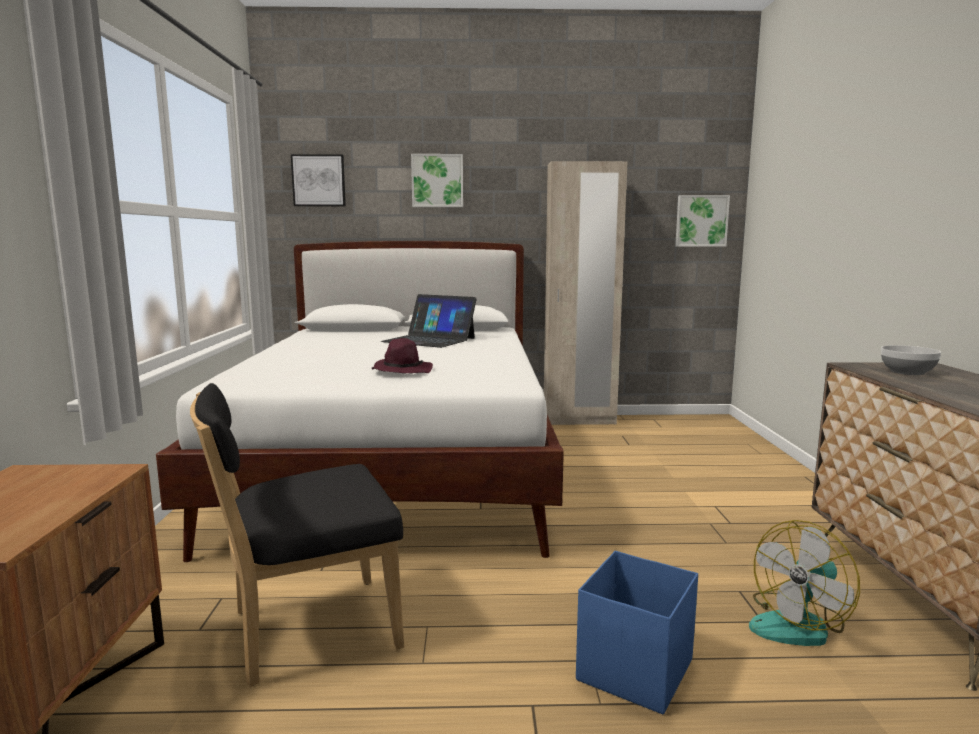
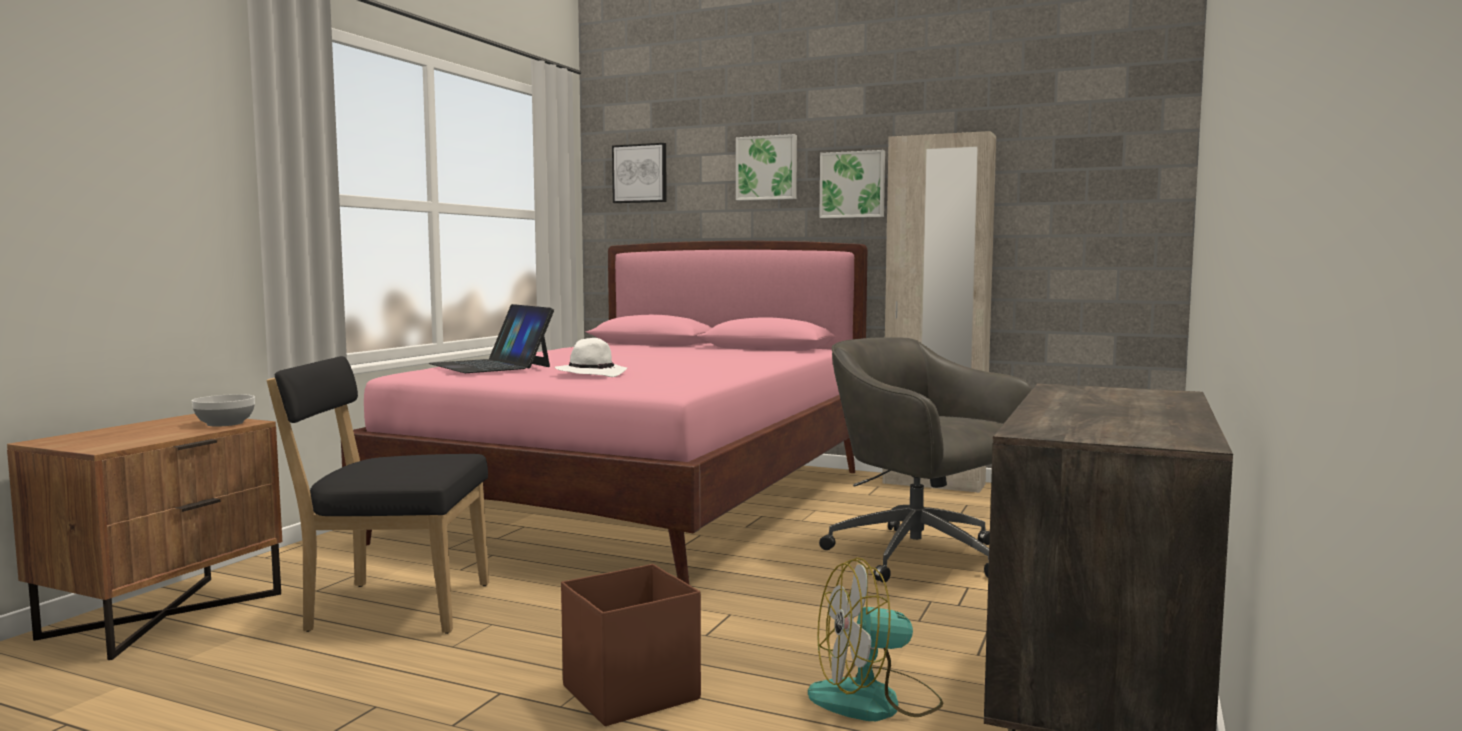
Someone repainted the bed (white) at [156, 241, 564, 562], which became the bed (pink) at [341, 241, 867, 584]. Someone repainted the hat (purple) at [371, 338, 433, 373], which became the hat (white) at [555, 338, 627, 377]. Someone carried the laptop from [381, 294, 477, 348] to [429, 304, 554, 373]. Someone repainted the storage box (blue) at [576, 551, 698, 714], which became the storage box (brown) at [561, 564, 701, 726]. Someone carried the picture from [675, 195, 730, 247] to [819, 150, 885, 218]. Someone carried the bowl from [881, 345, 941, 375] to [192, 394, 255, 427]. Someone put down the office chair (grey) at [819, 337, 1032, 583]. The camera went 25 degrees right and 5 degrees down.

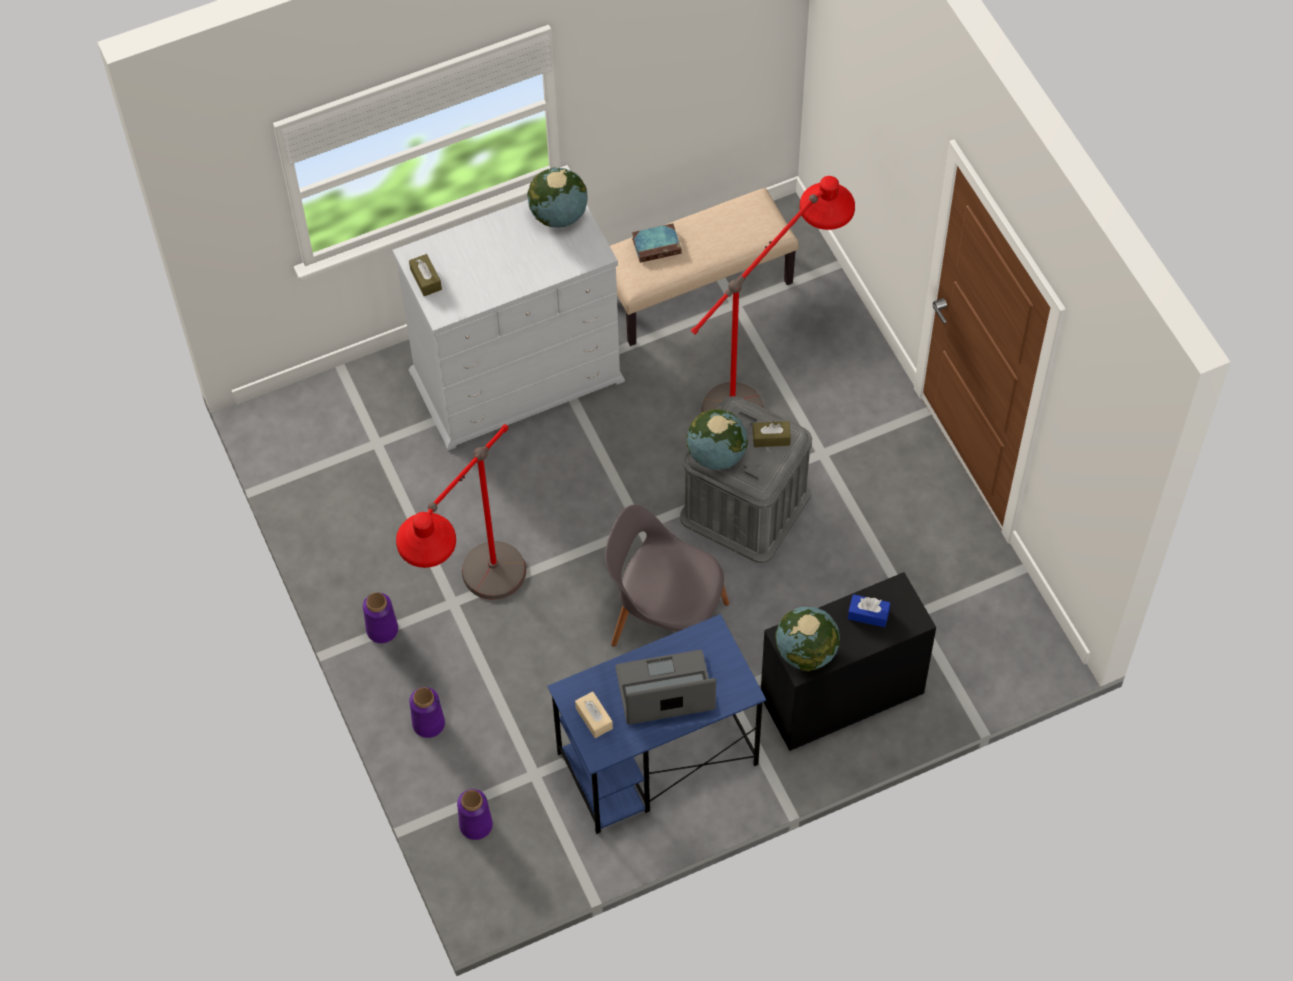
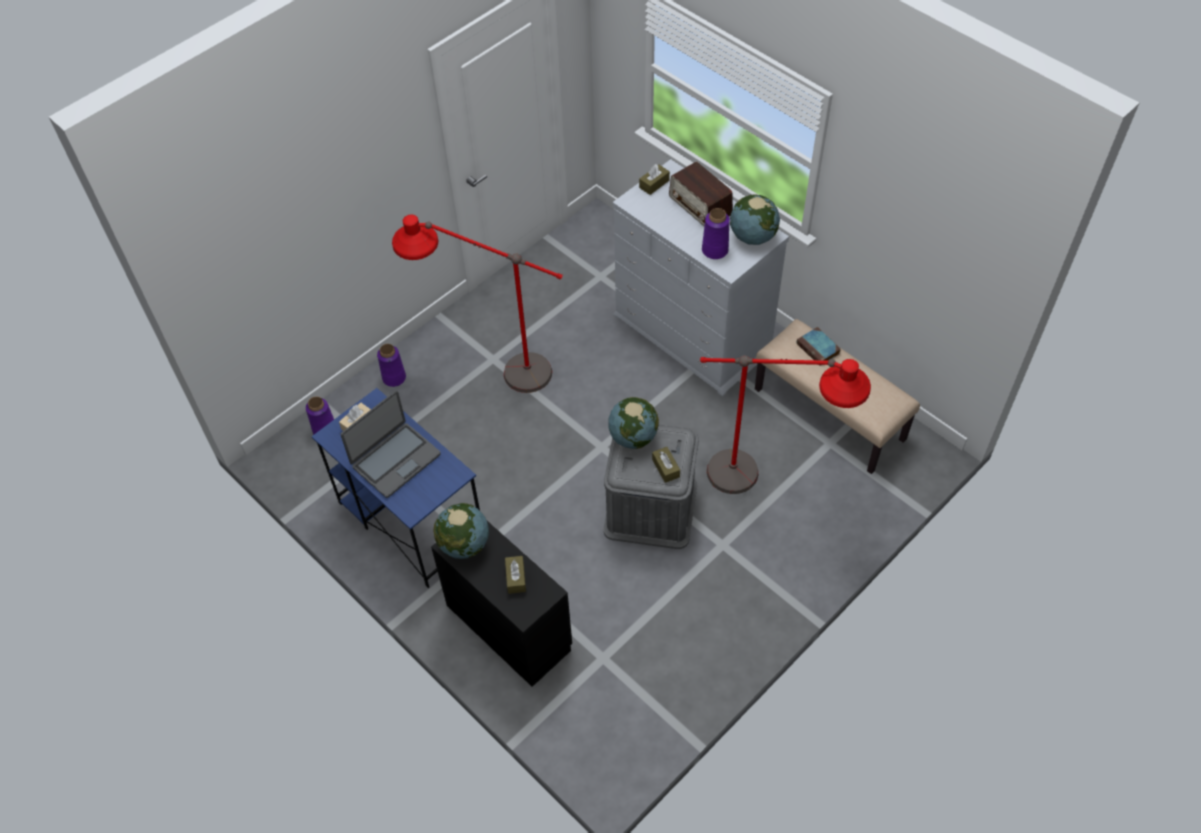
Someone carried the vase (purple) from [363, 592, 398, 643] to [702, 208, 730, 259]. Someone took away the chair (grey) at [605, 505, 729, 647]. Someone rotated the laptop at [615, 650, 716, 724] by 75 degrees clockwise. Someone repainted the tissue box (blue) at [848, 594, 890, 627], which became the tissue box (brown) at [505, 556, 526, 594]. Someone put down the radio at [669, 161, 733, 226]. The camera went 70 degrees right and 5 degrees down.

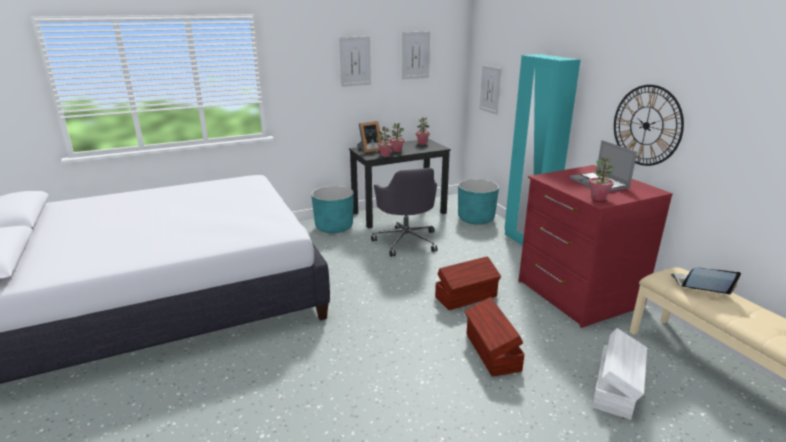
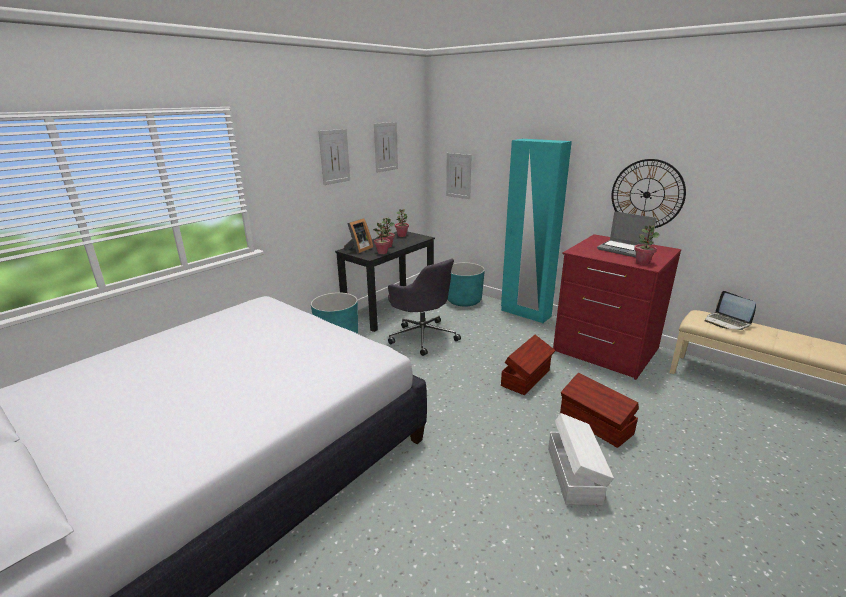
Someone carried the storage box (white) from [592, 328, 647, 420] to [548, 413, 614, 505]. Someone rotated the laptop at [671, 268, 741, 295] by 105 degrees counterclockwise. The camera went 25 degrees left and 0 degrees up.

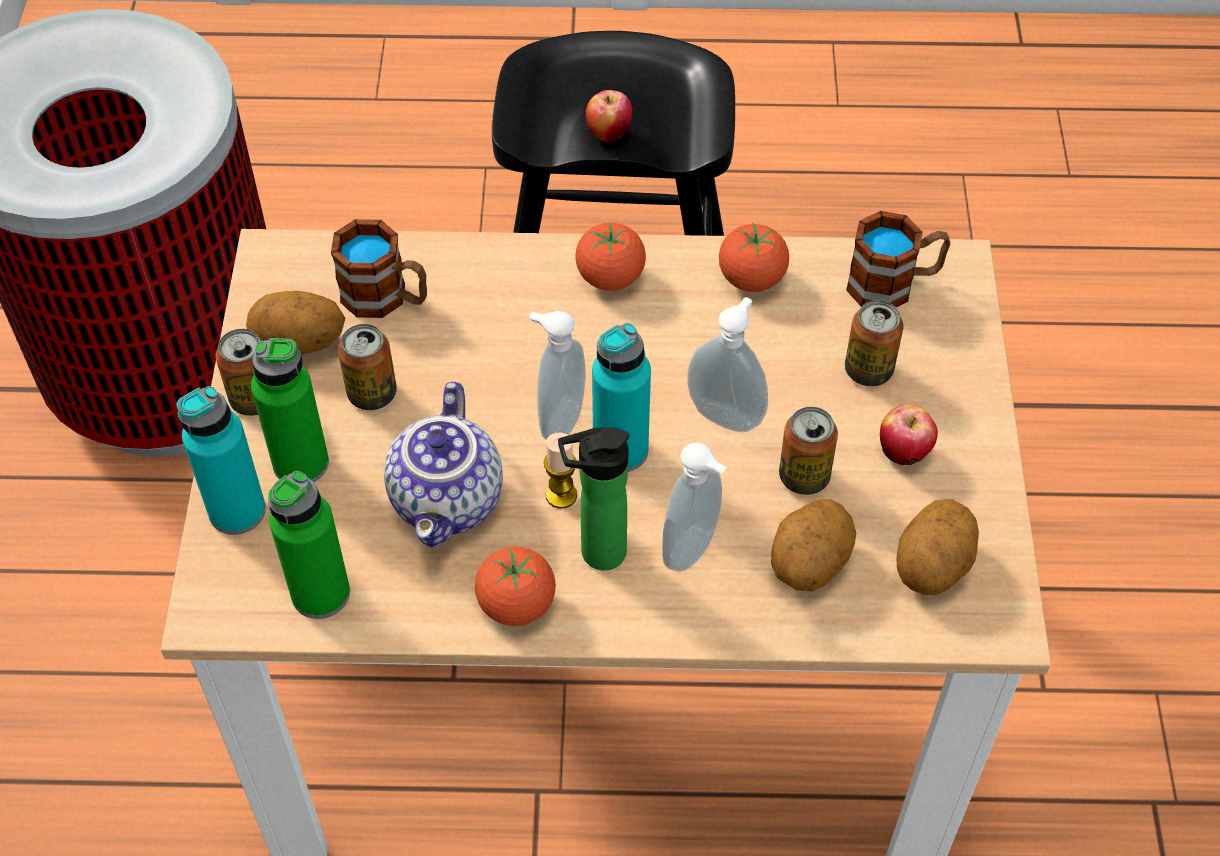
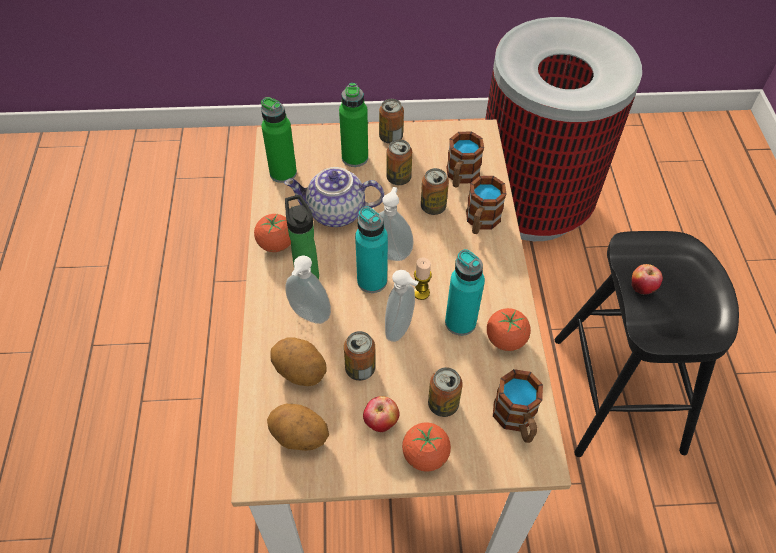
Someone carried the bottle (turquoise) from [177, 386, 266, 535] to [445, 249, 485, 336]. Someone took away the potato at [246, 291, 345, 355]. Someone carried the candle from [544, 432, 577, 509] to [414, 257, 432, 300]. Someone carried the tomato from [575, 223, 646, 291] to [402, 423, 451, 472]. Someone put down the can at [421, 168, 449, 215]. Someone put down the mug at [466, 176, 506, 234]. The camera went 85 degrees right and 0 degrees up.

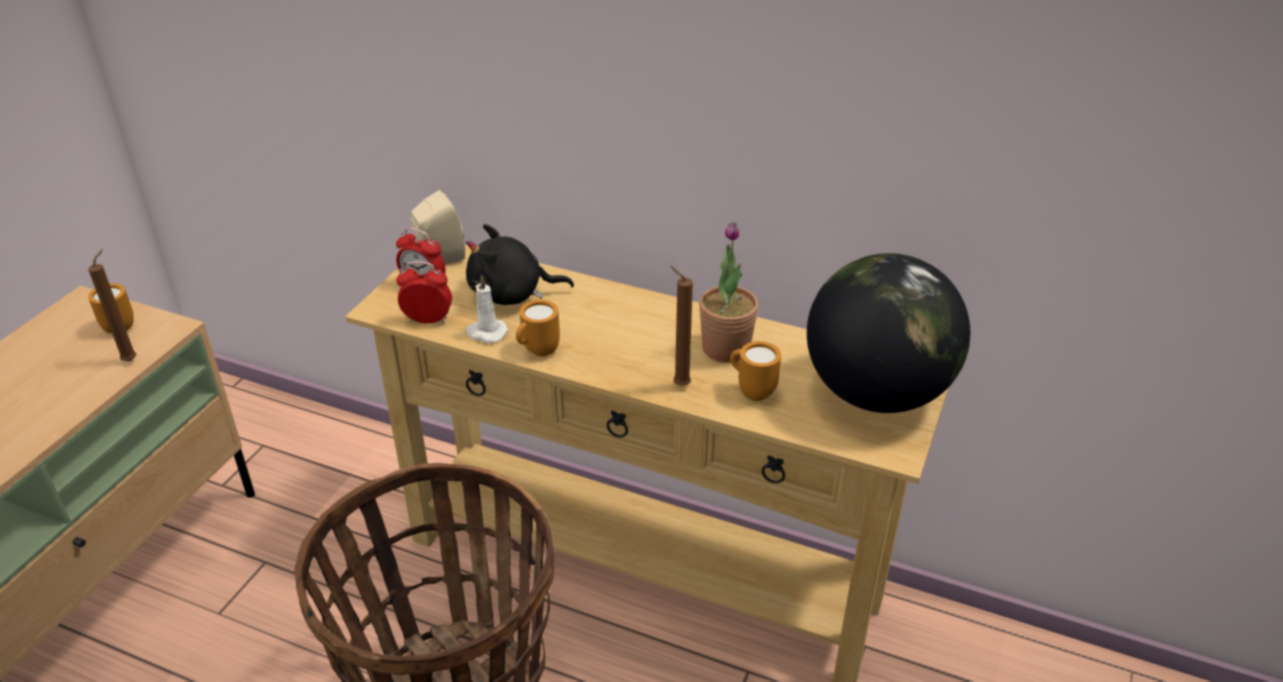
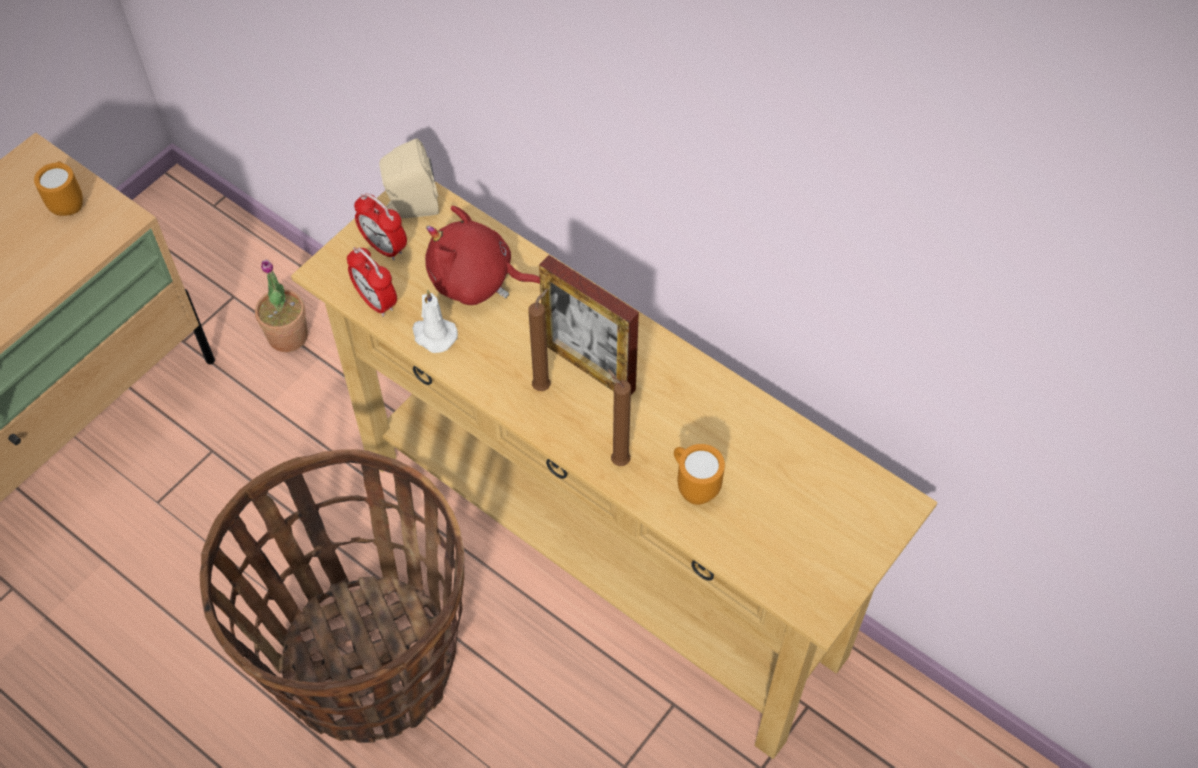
Someone carried the candle (brown) from [88, 249, 136, 361] to [528, 289, 551, 391]. Someone rotated the alarm clock at [396, 261, 452, 324] by 150 degrees counterclockwise. Someone repainted the plush toy (black) at [466, 224, 574, 305], which became the plush toy (red) at [425, 206, 540, 305]. Someone took away the mug (orange) at [516, 300, 560, 356]. Someone carried the potted plant from [699, 222, 759, 363] to [255, 260, 308, 352]. Someone took away the globe at [807, 253, 970, 413]. Someone put down the picture frame at [539, 255, 639, 395]. The camera went 15 degrees right and 20 degrees up.

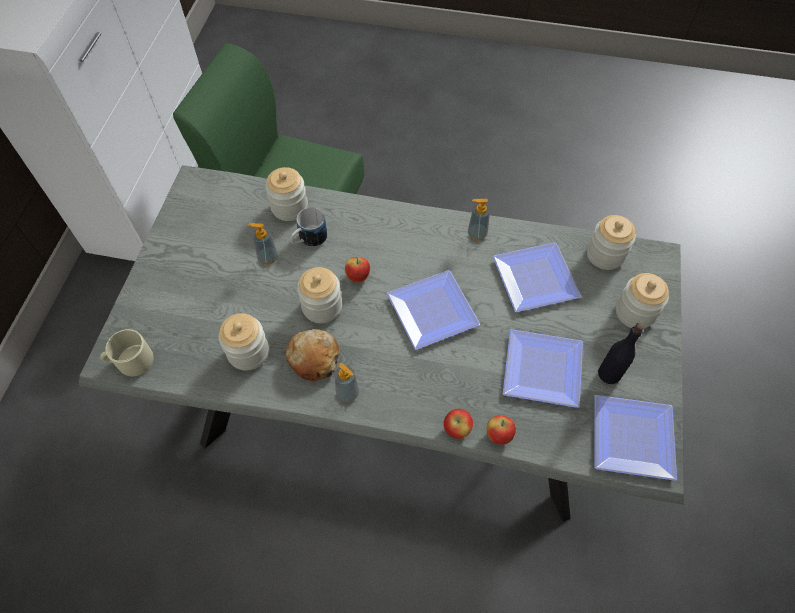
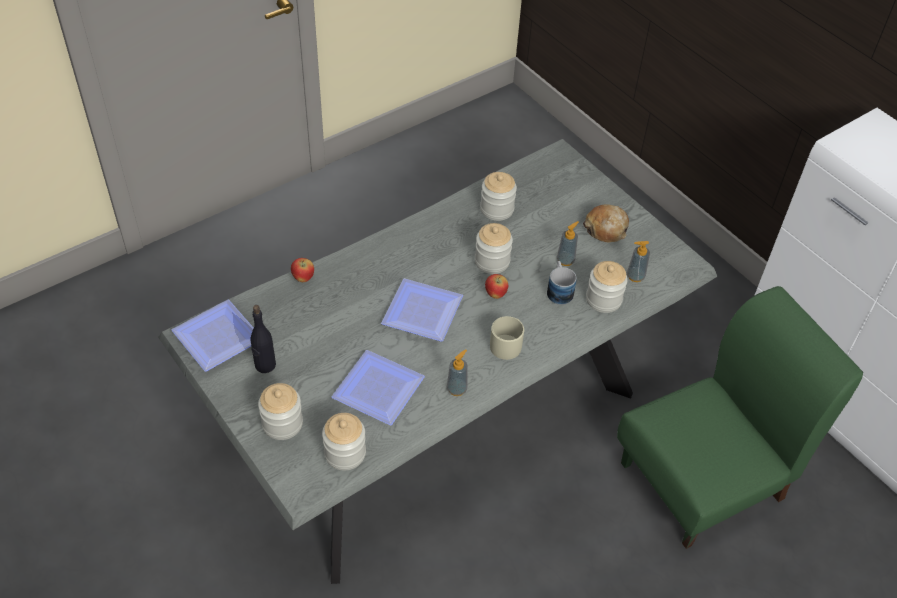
Someone carried the mug (beige) from [100, 329, 154, 376] to [490, 316, 524, 360]. Someone carried the bread from [285, 329, 340, 381] to [583, 204, 629, 243]. Someone carried the soap dispenser from [334, 363, 359, 402] to [627, 241, 650, 282]. Someone took away the apple at [443, 409, 473, 439]. Someone took away the plate at [503, 329, 583, 408]. The camera went 130 degrees right and 10 degrees down.

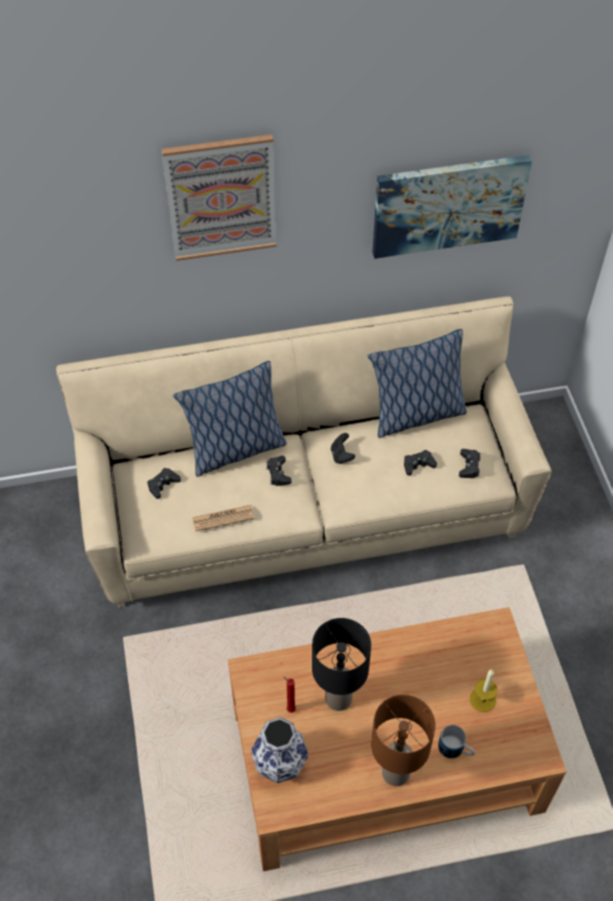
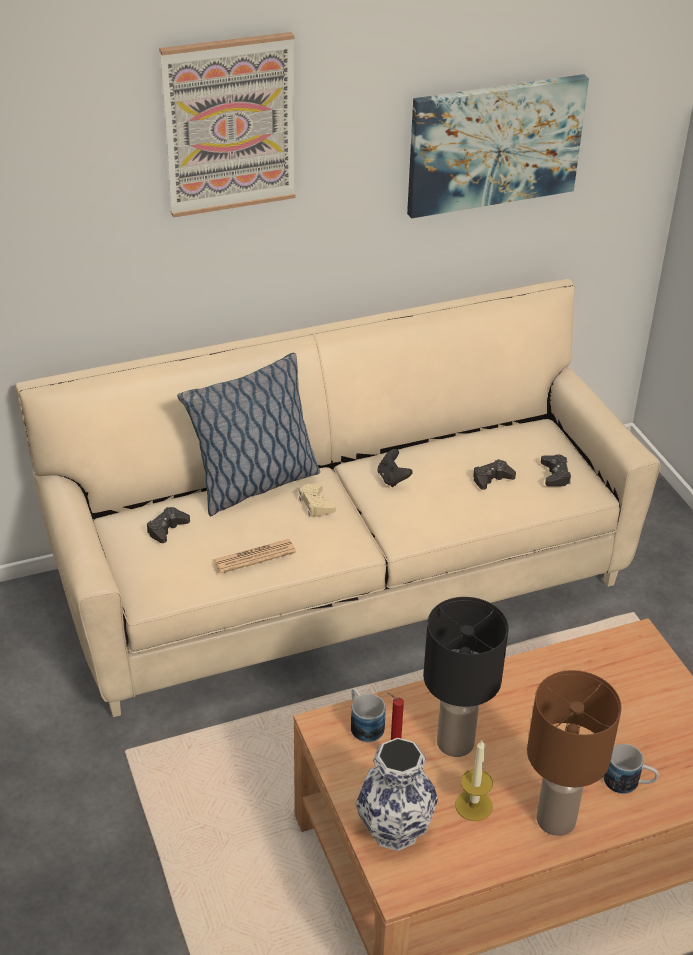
Someone repainted the game controller (black) at [266, 456, 292, 486], which became the game controller (beige) at [299, 482, 336, 517]. Someone took away the pillow at [368, 329, 467, 438]. Someone carried the candle from [470, 670, 497, 712] to [455, 740, 493, 821]. Someone put down the mug at [351, 688, 385, 742]. The camera went 10 degrees left and 15 degrees down.

